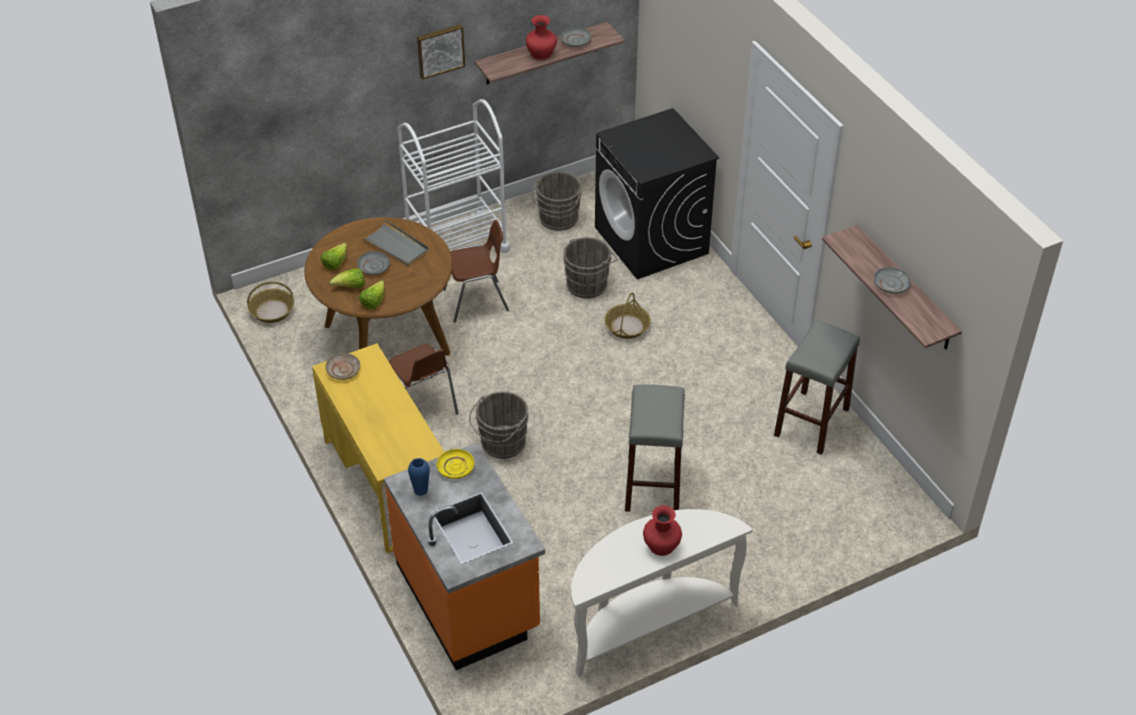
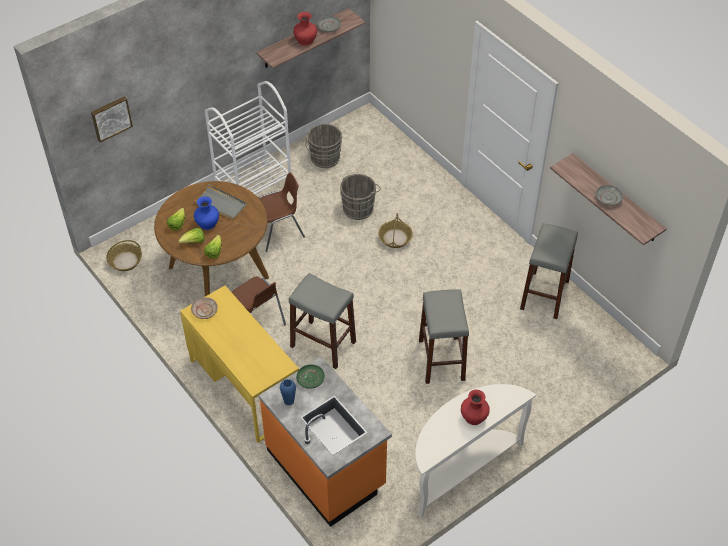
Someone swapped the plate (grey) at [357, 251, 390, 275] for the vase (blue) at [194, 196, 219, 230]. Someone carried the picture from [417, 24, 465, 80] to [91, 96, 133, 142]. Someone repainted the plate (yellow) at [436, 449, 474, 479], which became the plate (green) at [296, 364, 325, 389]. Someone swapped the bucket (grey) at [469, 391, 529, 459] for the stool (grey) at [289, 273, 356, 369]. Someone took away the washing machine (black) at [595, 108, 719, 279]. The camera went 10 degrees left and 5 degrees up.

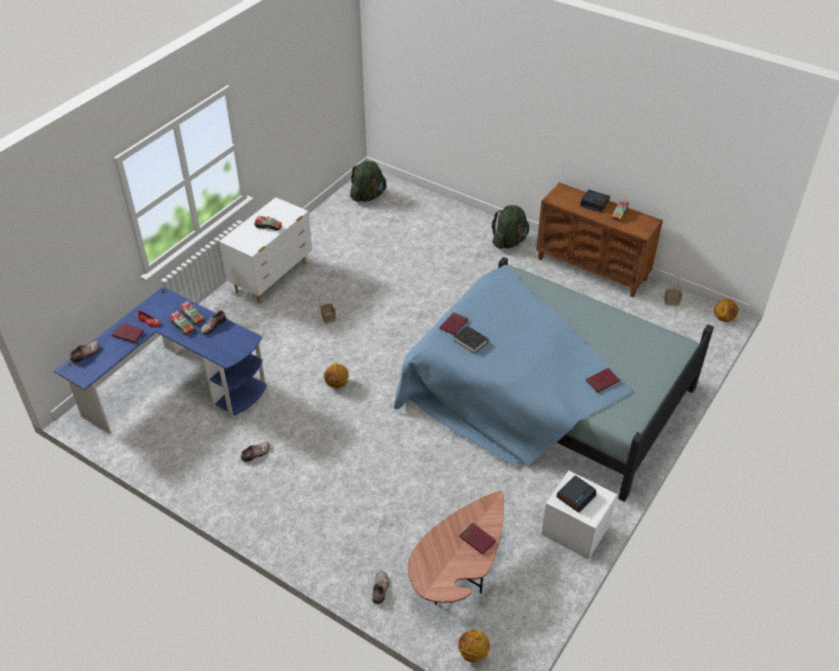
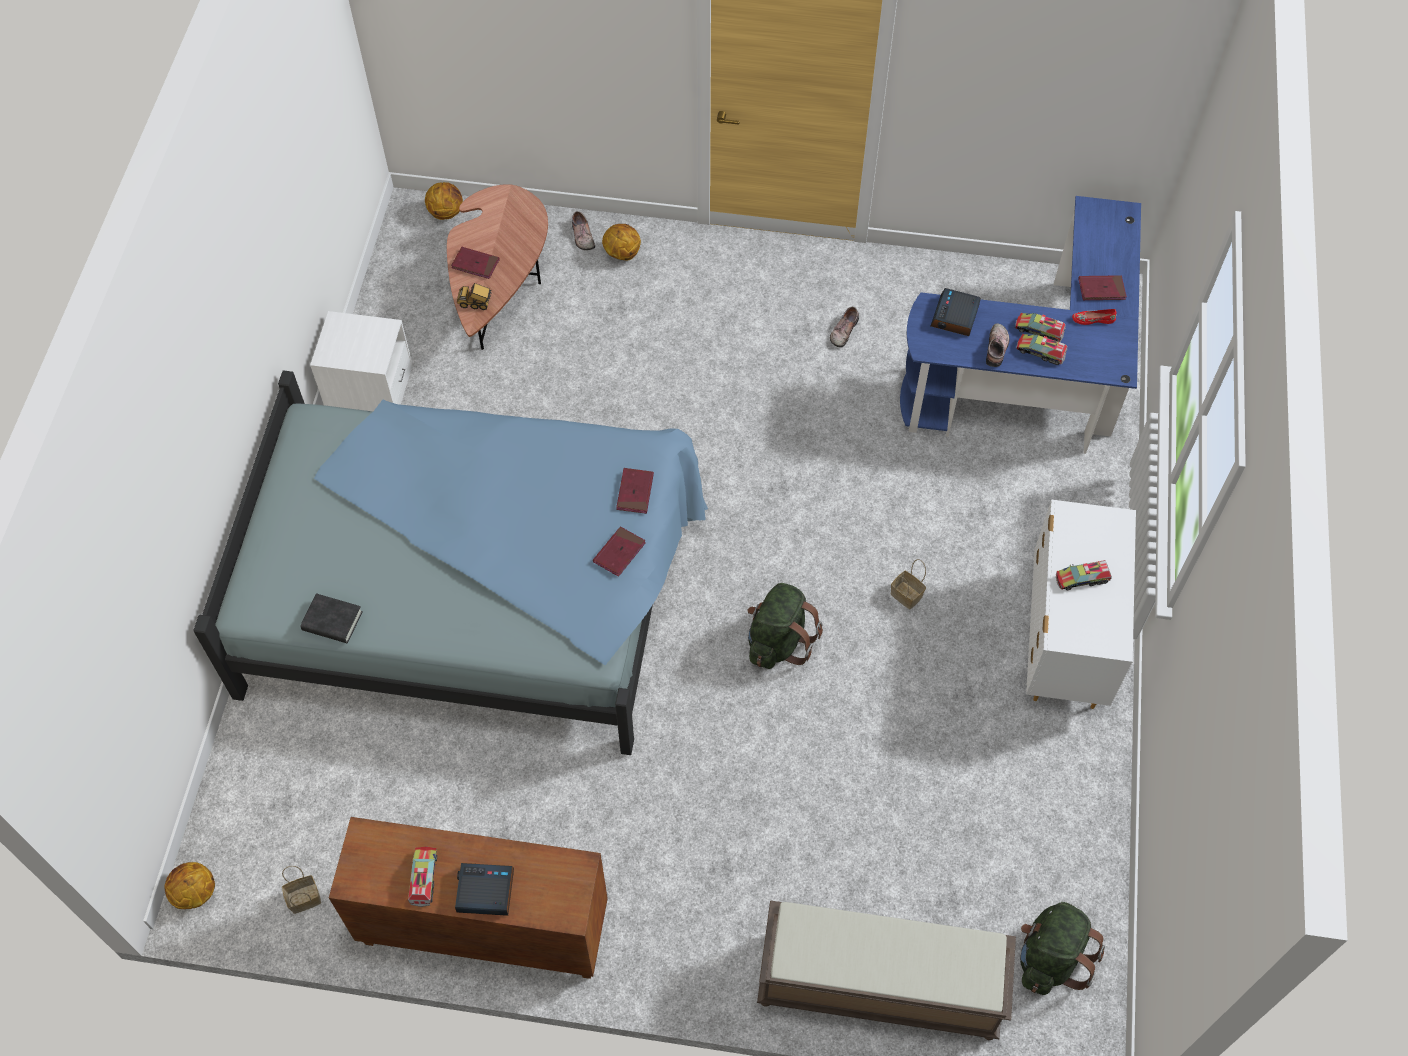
Someone took away the shoe at [70, 341, 99, 362]. Someone carried the basketball from [324, 364, 349, 388] to [602, 224, 641, 260]. Someone carried the book (black) from [453, 326, 488, 354] to [301, 593, 363, 643]. Someone carried the backpack (green) from [492, 205, 529, 249] to [747, 583, 823, 669]. Someone carried the alarm clock from [557, 475, 596, 513] to [931, 288, 981, 336]. Someone carried the book (red) from [586, 368, 620, 393] to [593, 526, 646, 577]. Someone put down the toy truck at [457, 283, 492, 310]. Someone put down the bench (brown) at [757, 900, 1016, 1040]. The camera went 155 degrees right and 15 degrees up.

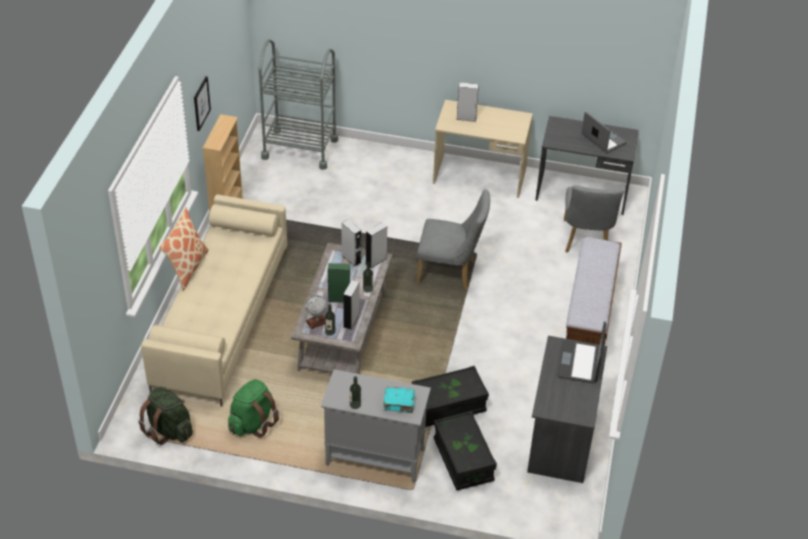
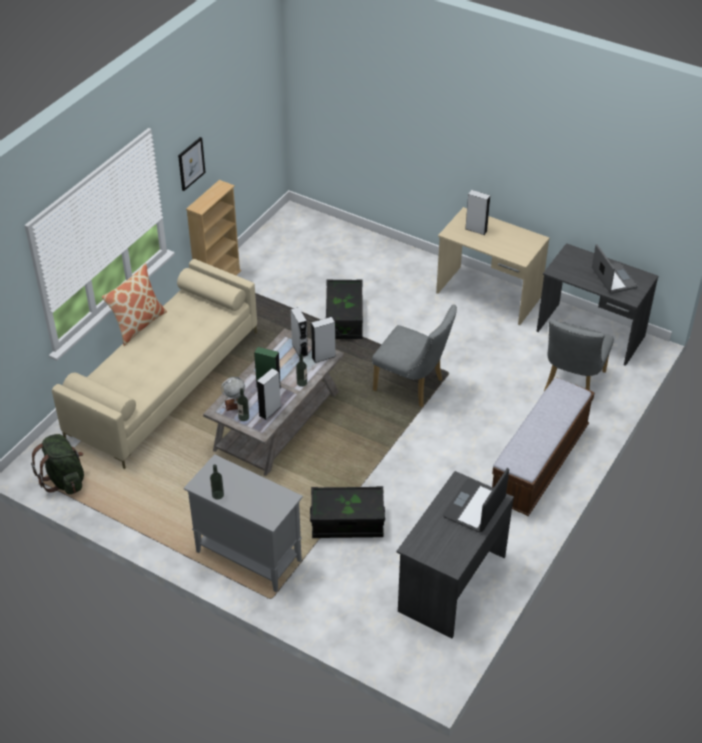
Someone took away the backpack (green) at [228, 379, 279, 438]. Someone took away the cart (grey) at [259, 39, 338, 170]. Someone took away the book (turquoise) at [384, 387, 415, 413]. Someone carried the storage box (black) from [434, 411, 497, 491] to [326, 279, 363, 339]. The camera went 20 degrees right and 0 degrees up.

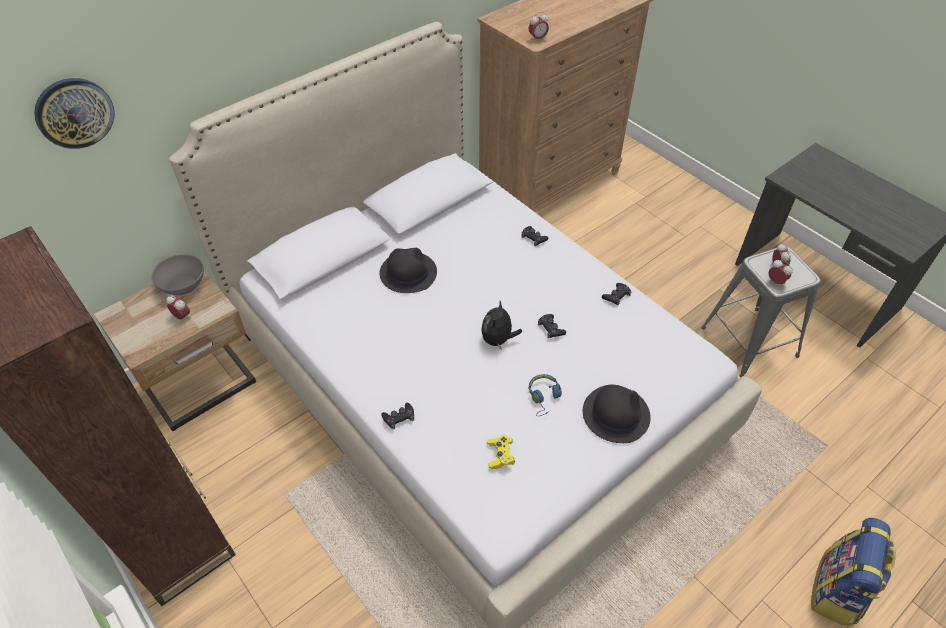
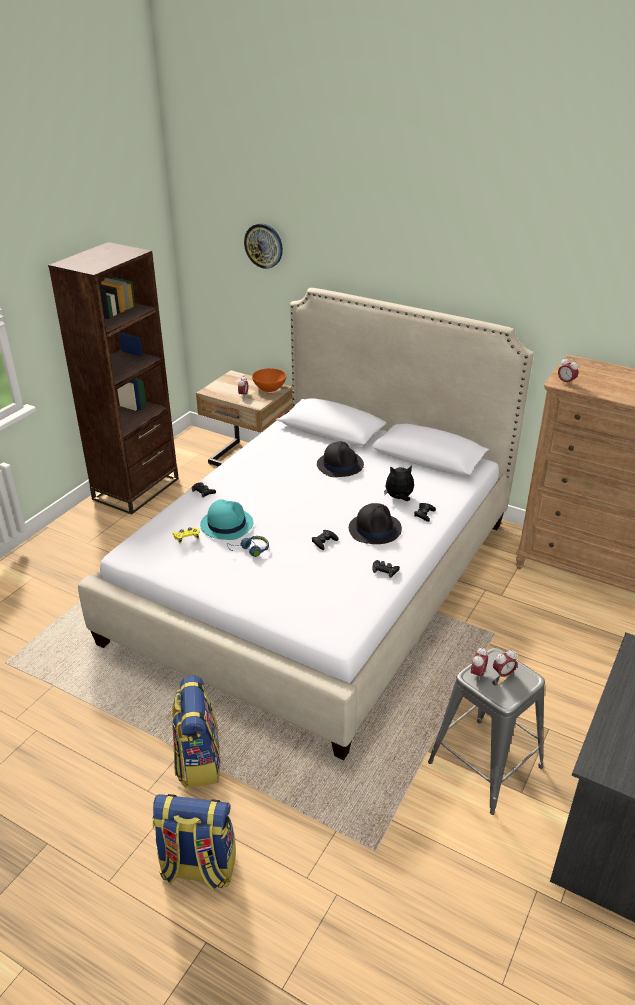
Someone repainted the bowl (grey) at [152, 254, 204, 295], which became the bowl (orange) at [252, 368, 286, 392]. Someone carried the plush toy from [481, 301, 522, 350] to [384, 466, 414, 501]. Someone carried the hat (black) from [583, 385, 651, 443] to [349, 503, 402, 544]. Someone put down the backpack at [172, 675, 221, 787]. Someone put down the hat (turquoise) at [200, 499, 253, 540]. The camera went 70 degrees right and 15 degrees down.

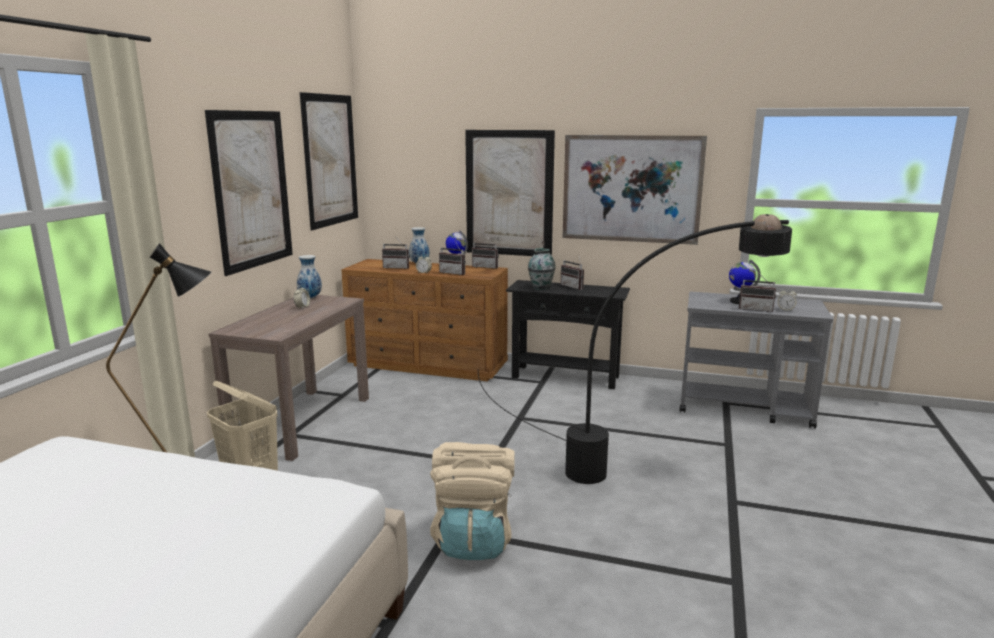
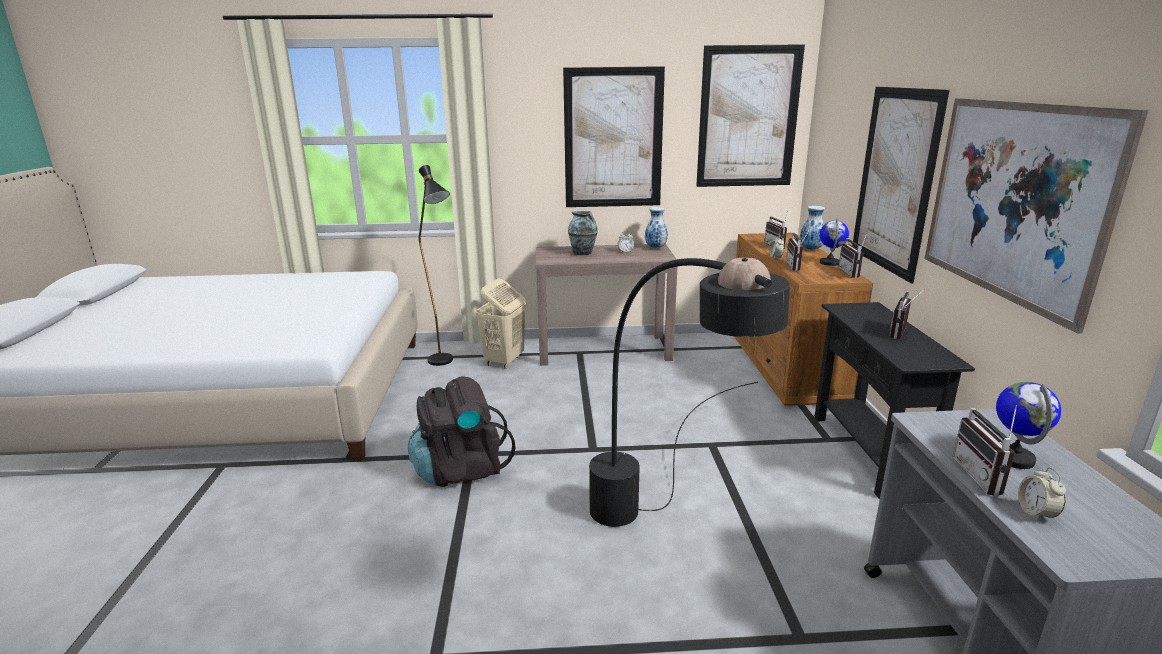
Someone repainted the backpack (beige) at [430, 442, 515, 560], which became the backpack (black) at [408, 376, 516, 487]. Someone carried the vase from [528, 248, 556, 290] to [568, 211, 598, 255]. The camera went 70 degrees right and 5 degrees up.

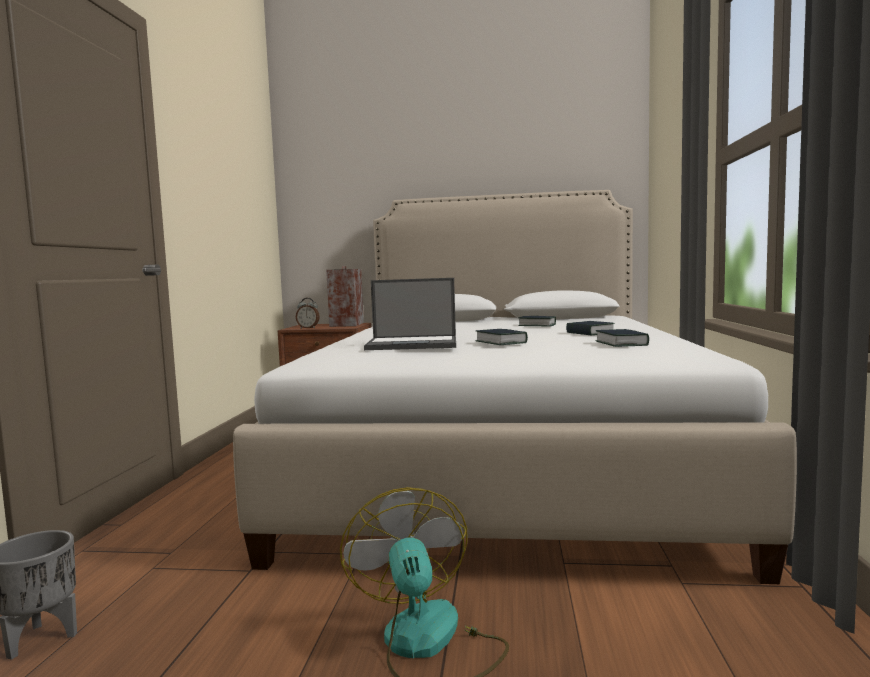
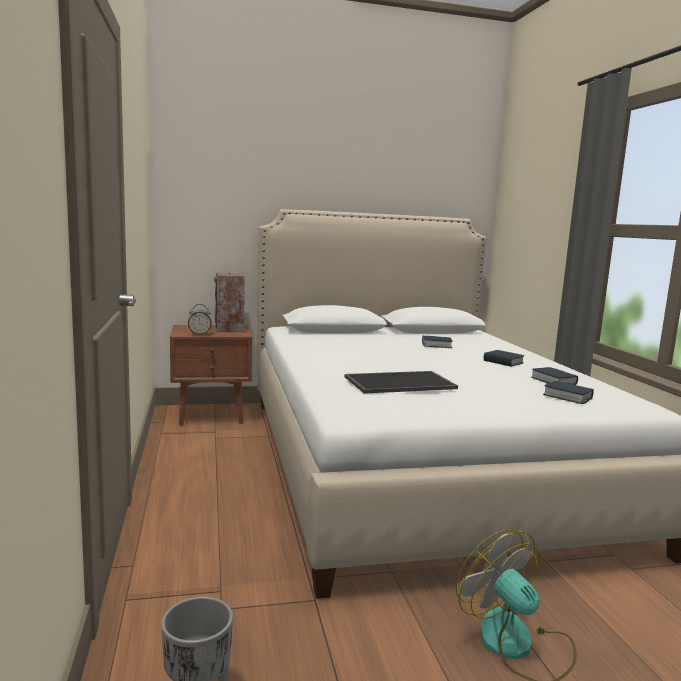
Someone swapped the laptop at [364, 278, 456, 350] for the tray at [345, 371, 458, 394]. Someone carried the book from [476, 329, 528, 345] to [543, 381, 594, 404]. The camera went 20 degrees left and 5 degrees up.

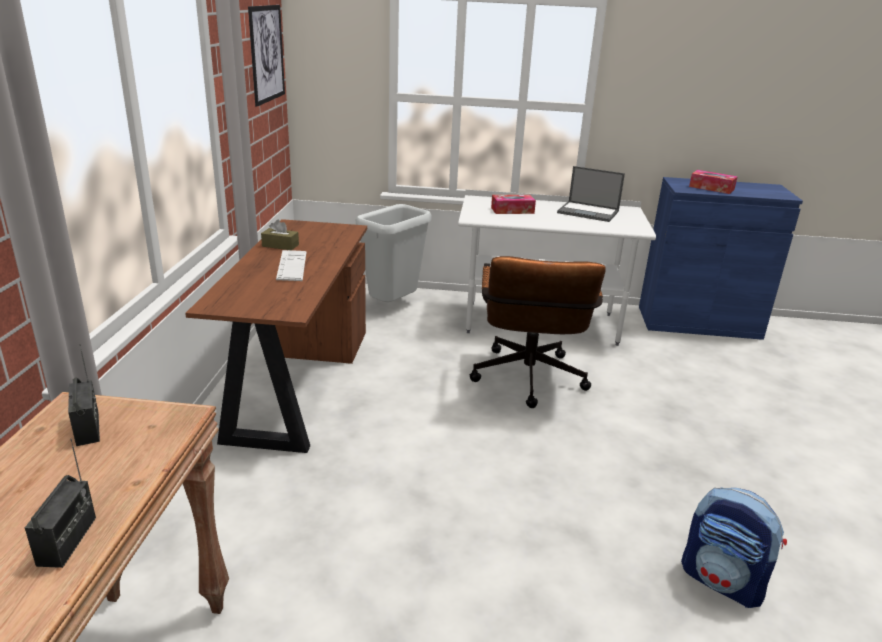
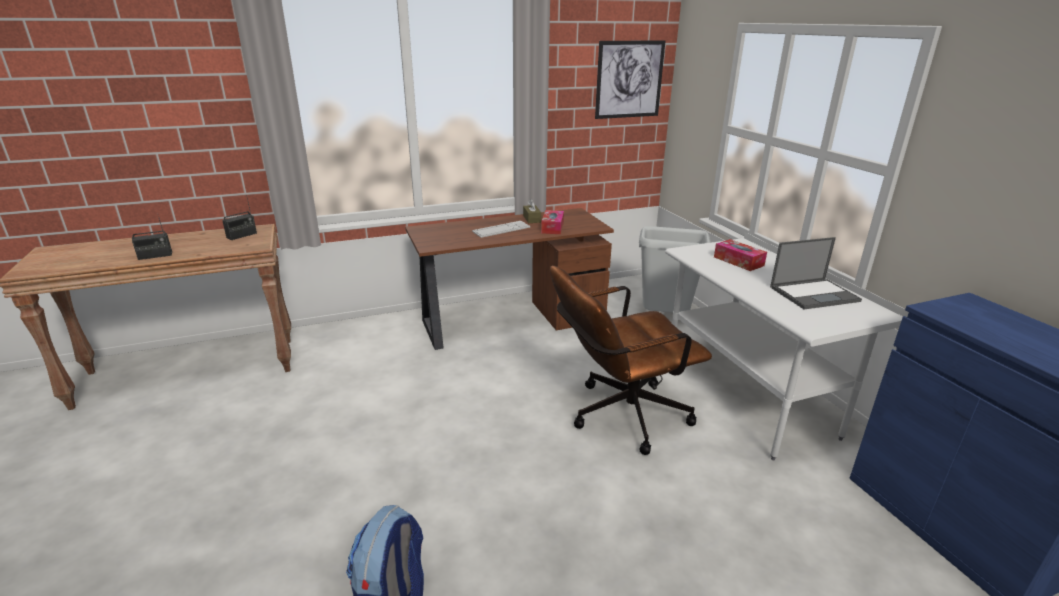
Someone rotated the laptop at [557, 166, 625, 222] by 105 degrees counterclockwise. Someone carried the tissue box from [689, 170, 738, 194] to [541, 210, 564, 234]. The camera went 65 degrees right and 0 degrees up.

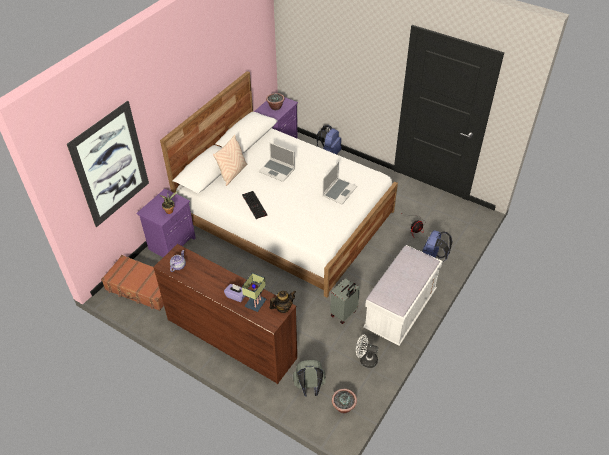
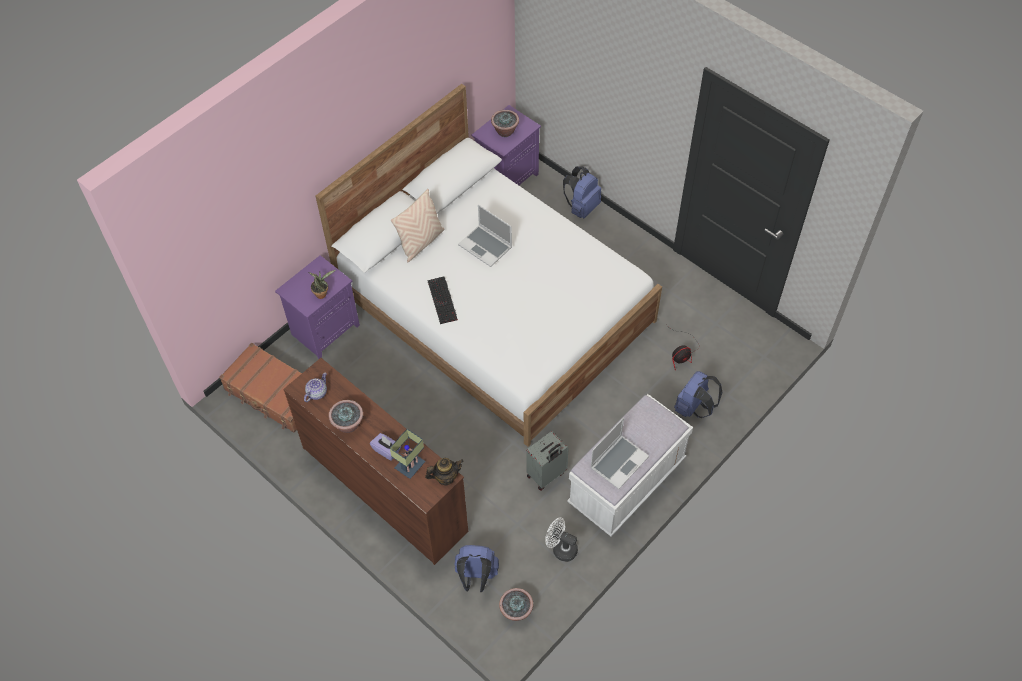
Someone took away the picture at [67, 101, 149, 227]. Someone repainted the backpack (grey) at [293, 360, 326, 397], which became the backpack (blue) at [454, 545, 499, 592]. Someone carried the laptop from [323, 161, 357, 204] to [590, 418, 649, 489]. Someone put down the potted plant at [328, 400, 363, 433]. The camera went 10 degrees right and 10 degrees up.

